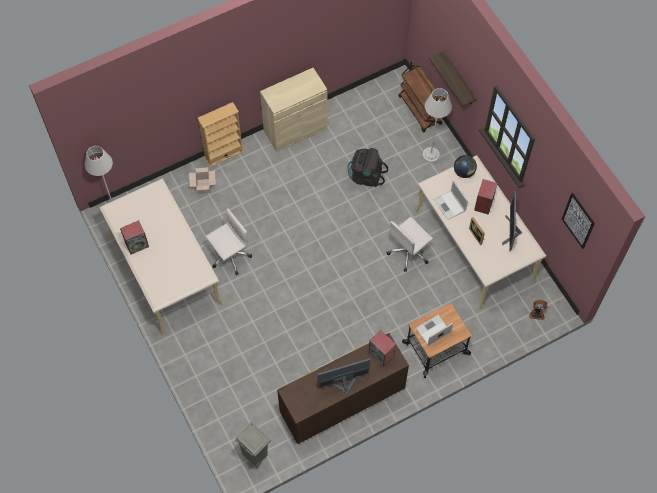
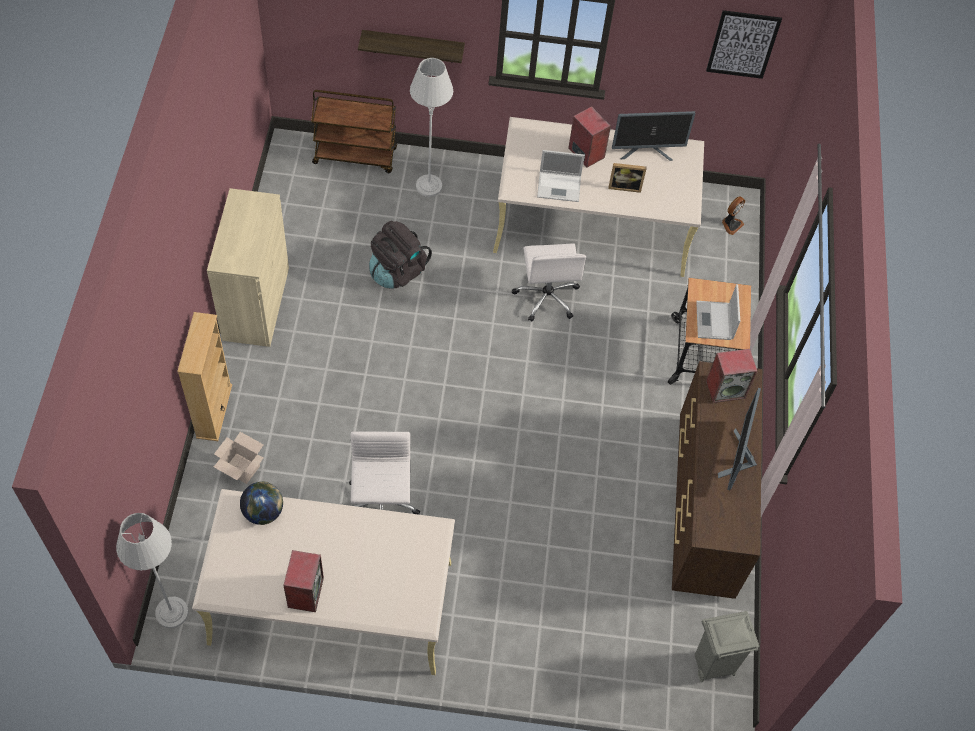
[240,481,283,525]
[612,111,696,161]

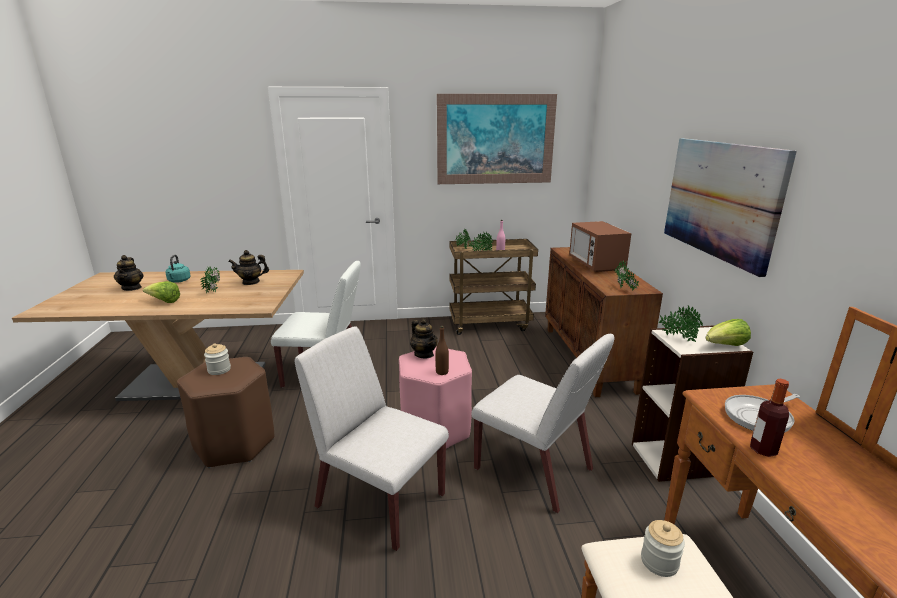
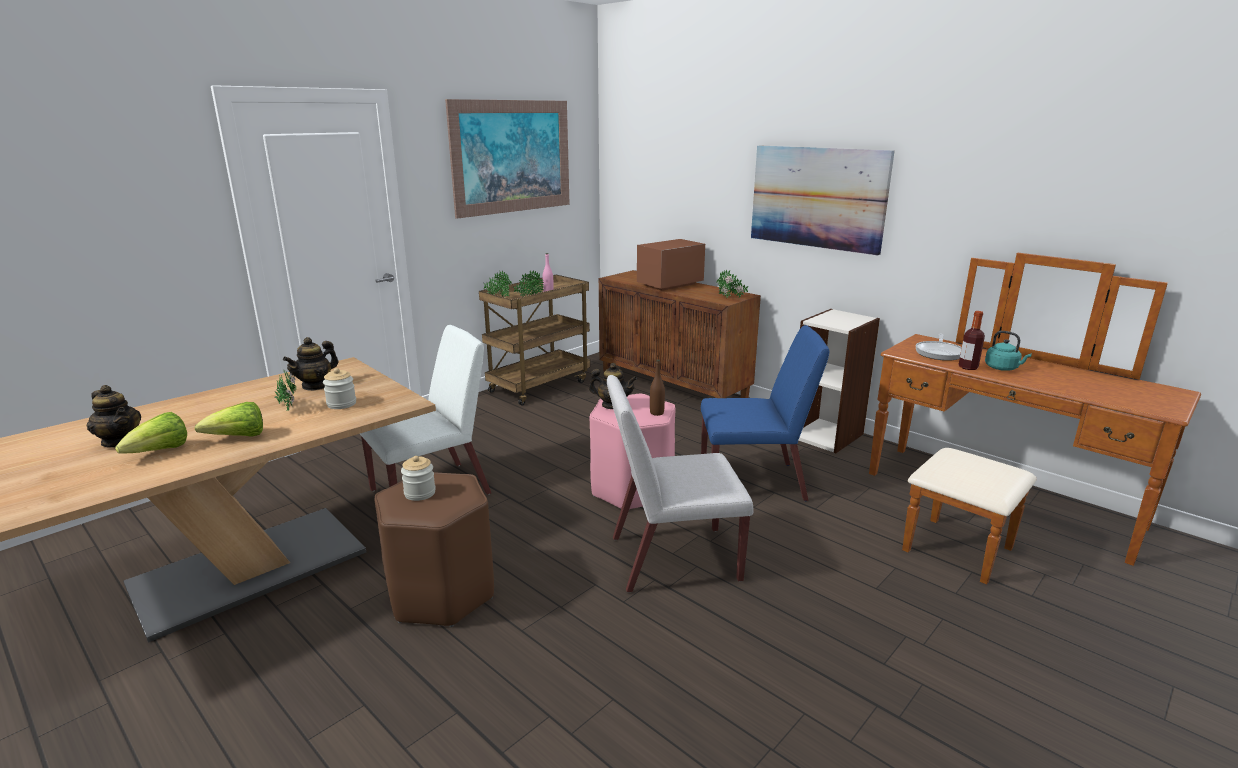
[115,412,187,454]
[323,368,356,409]
[637,239,705,291]
[701,325,829,501]
[985,331,1032,371]
[659,306,703,342] (first image)

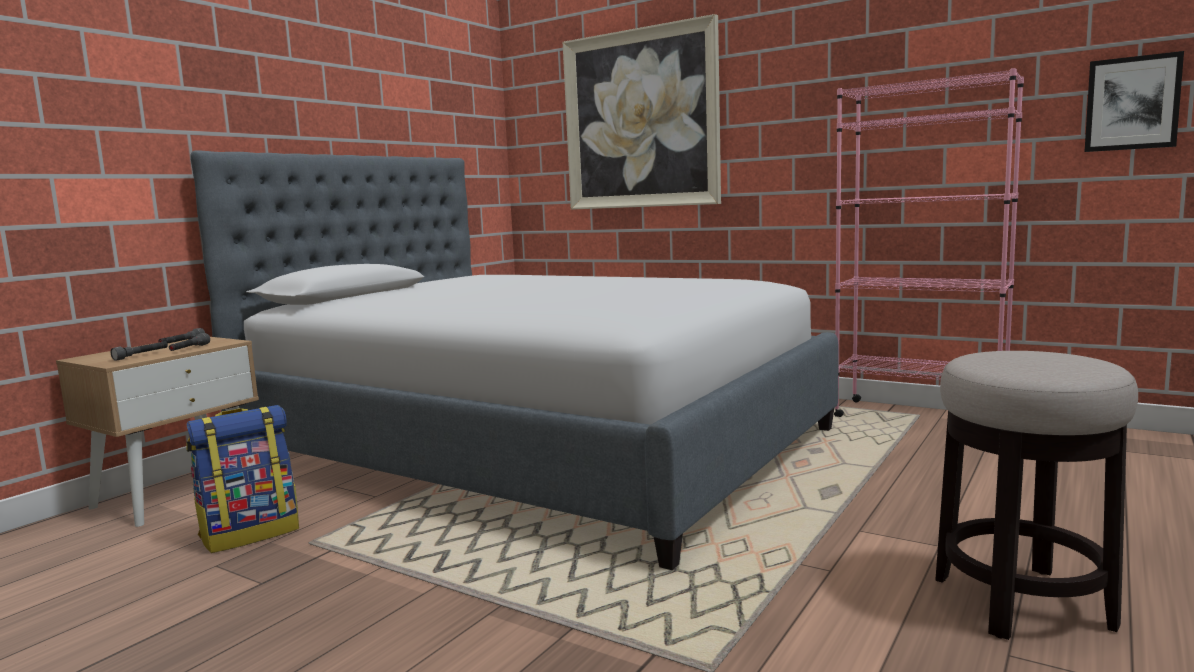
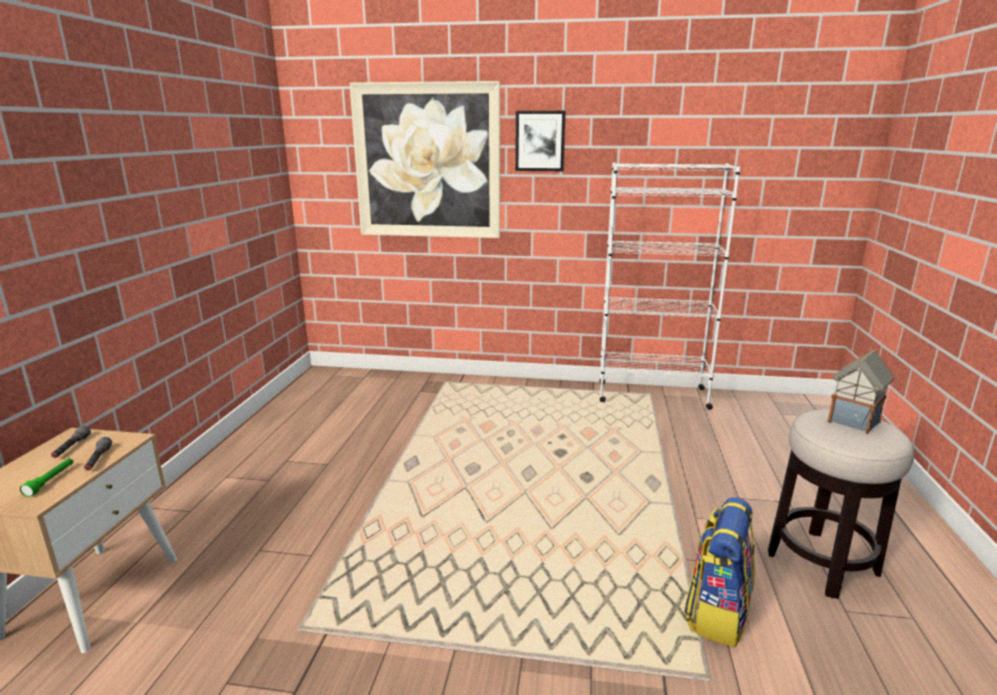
[20,458,73,497]
[515,111,566,171]
[599,162,741,410]
[684,497,755,647]
[827,348,894,434]
[190,150,839,570] (first image)

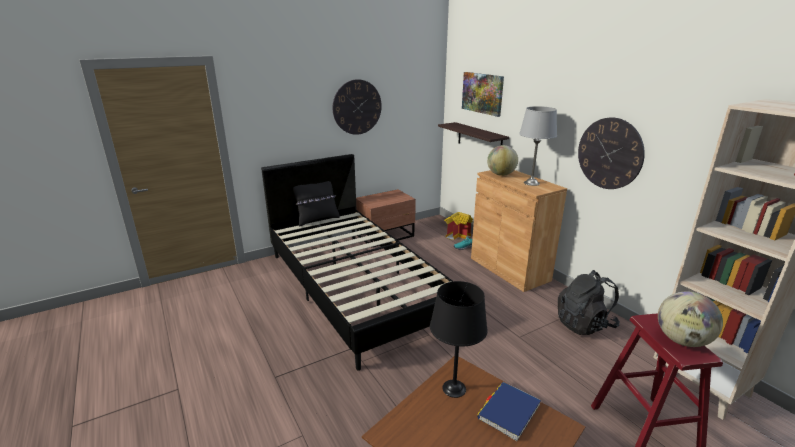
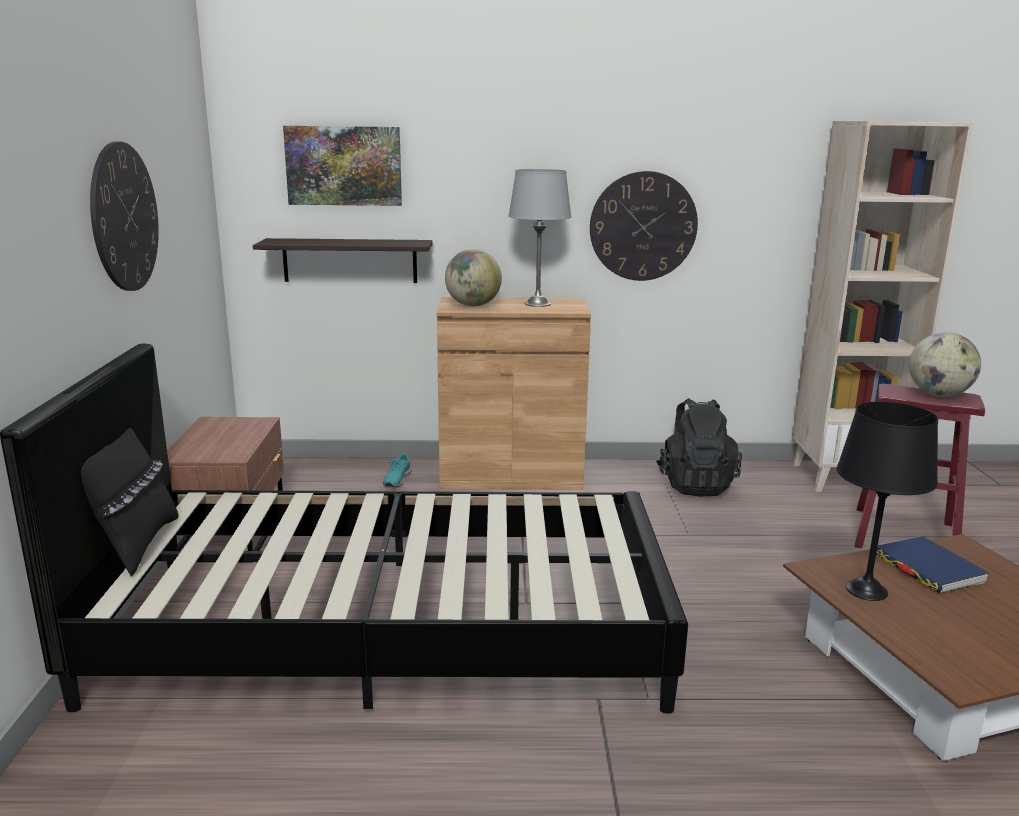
[444,212,473,240] (first image)

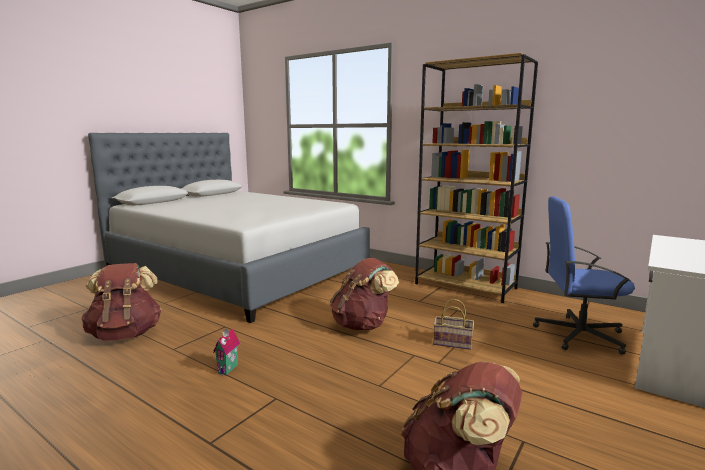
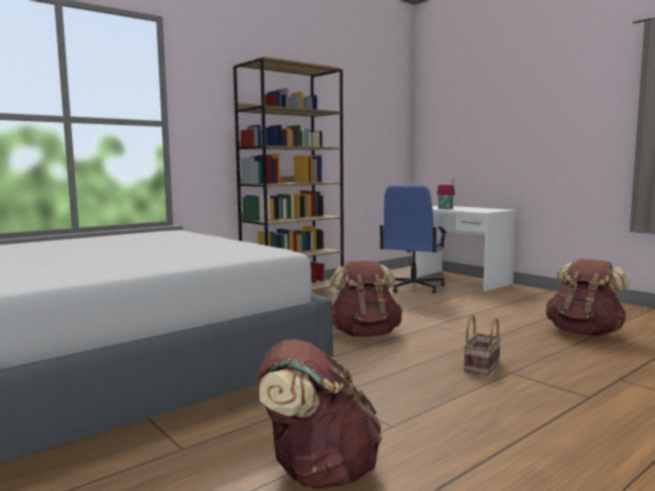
[437,179,455,209]
[464,315,501,376]

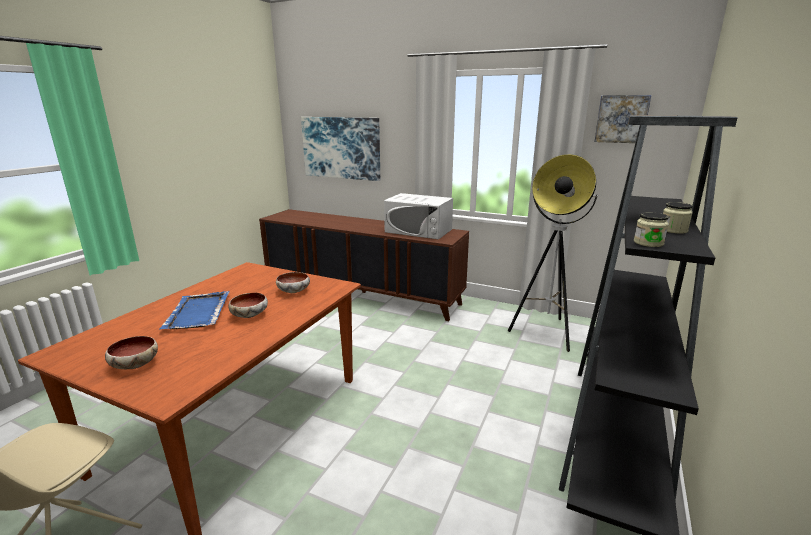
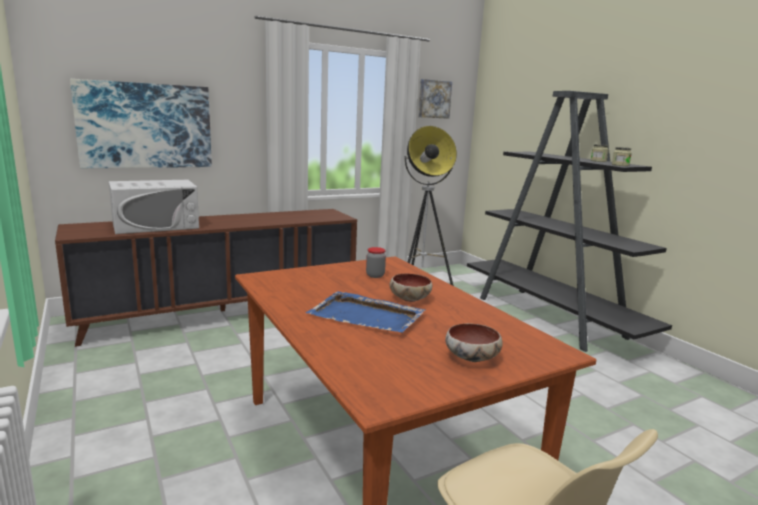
[109,180,199,234]
[366,247,386,278]

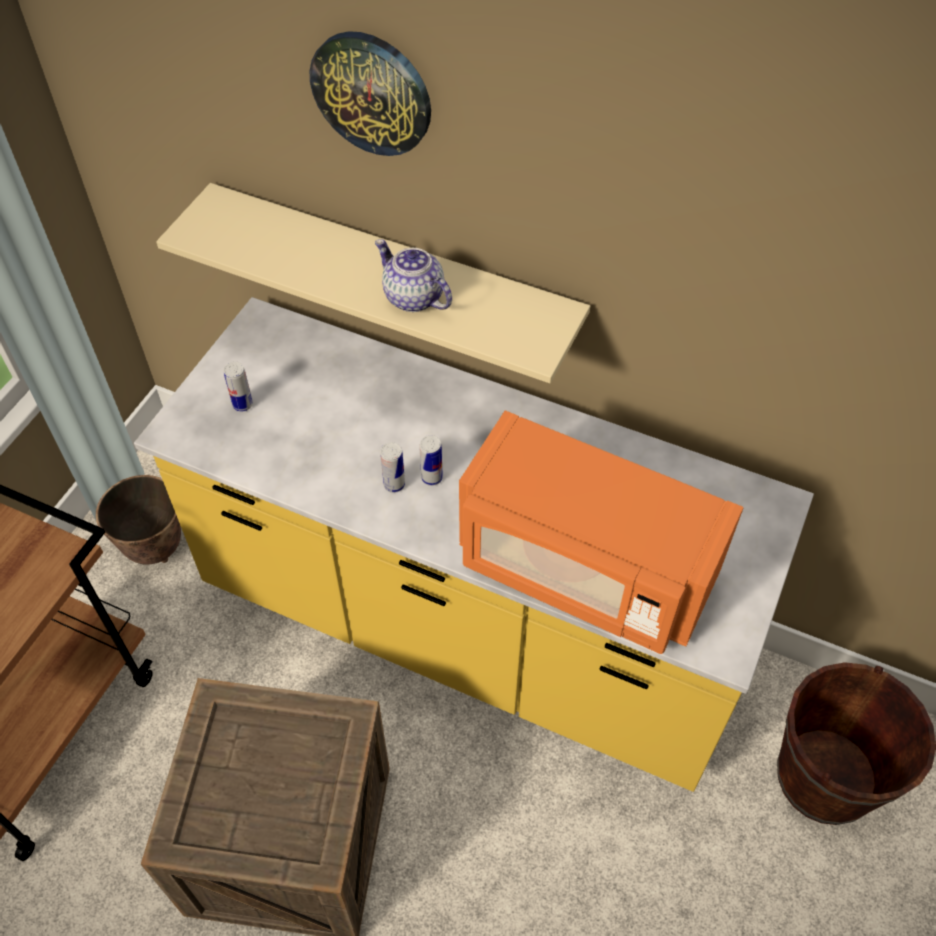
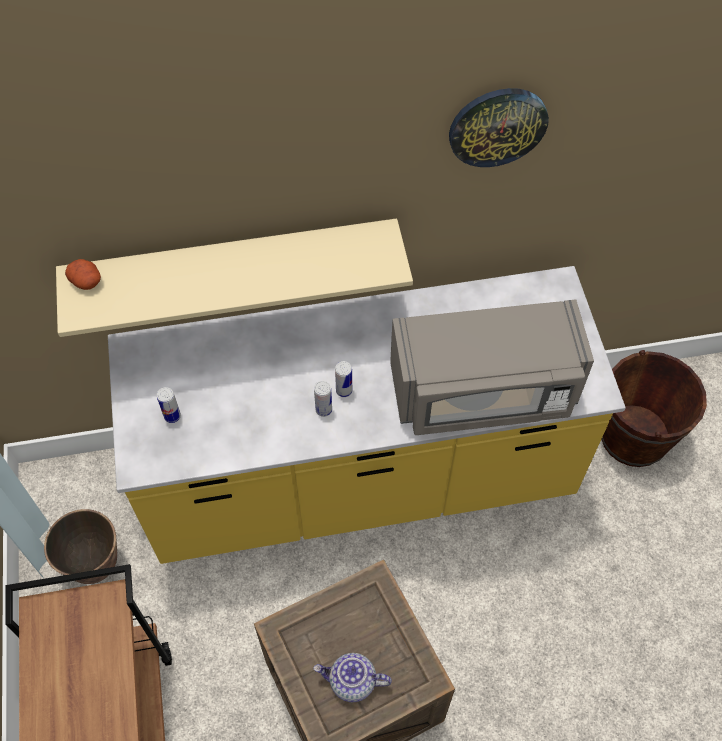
[65,259,101,290]
[313,653,392,702]
[390,299,594,435]
[449,88,549,167]

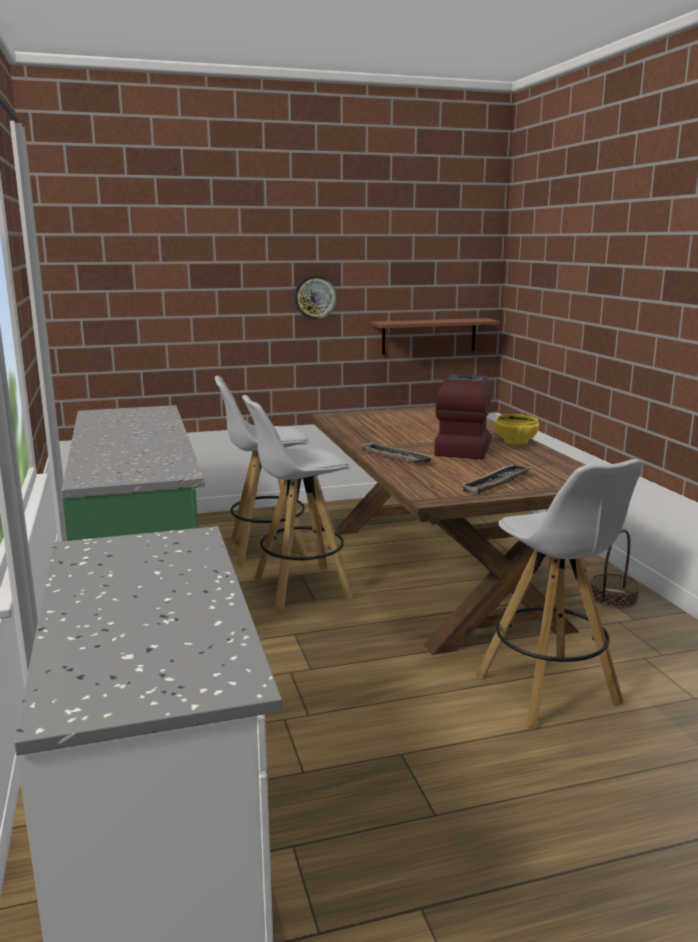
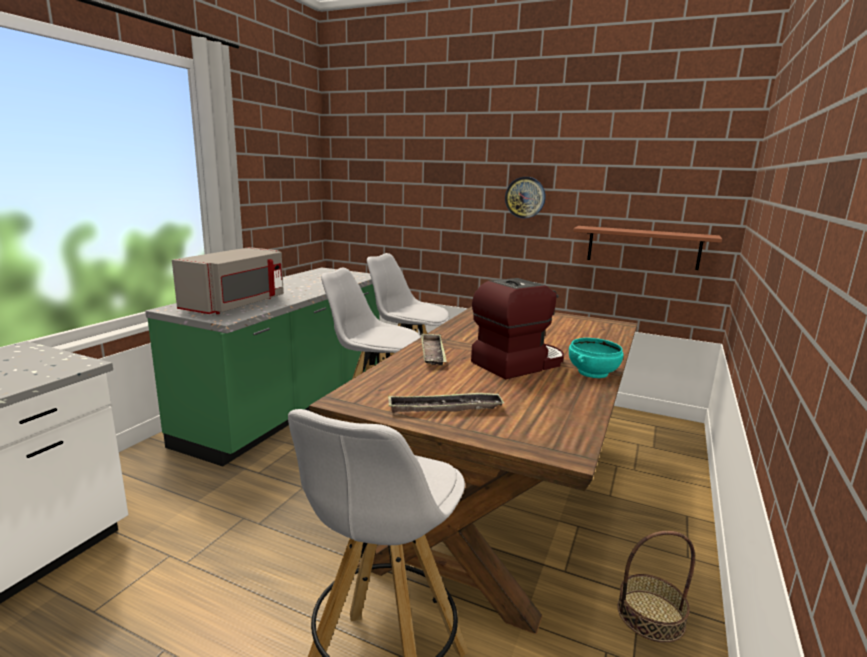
[172,247,284,314]
[569,338,623,378]

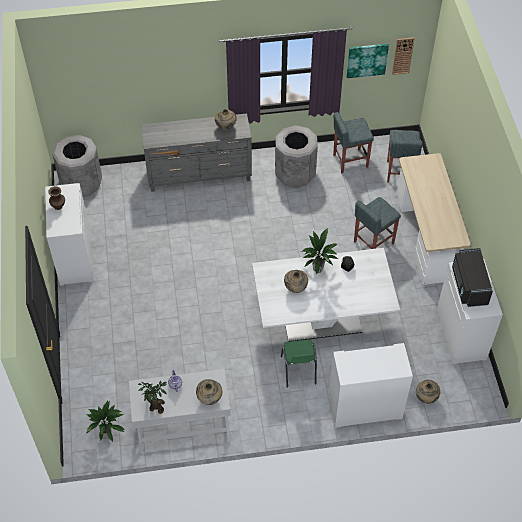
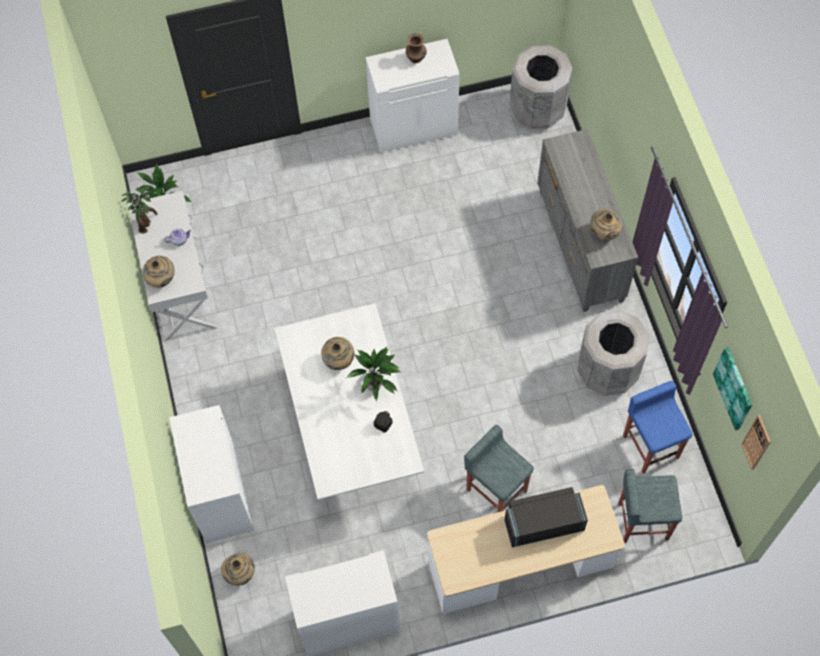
[504,487,588,548]
[623,381,693,474]
[281,340,317,388] (first image)

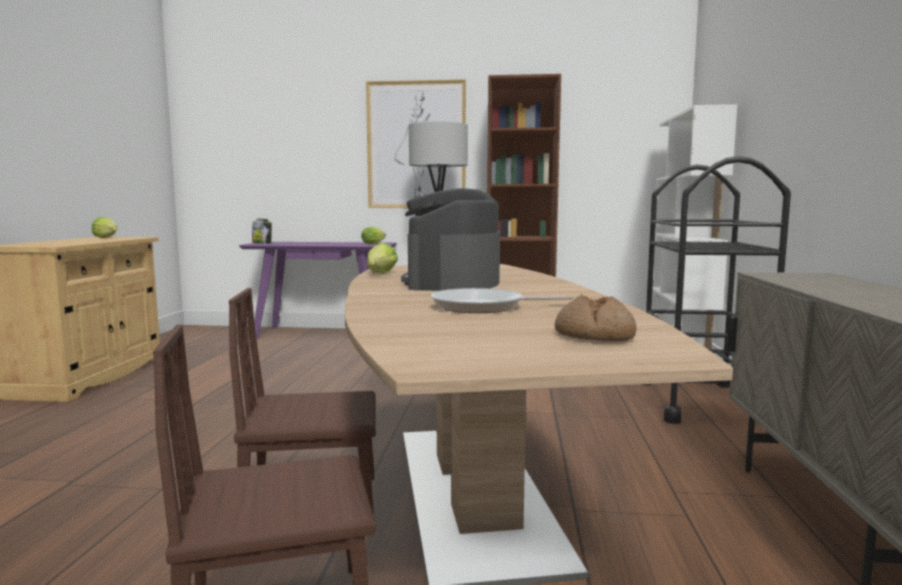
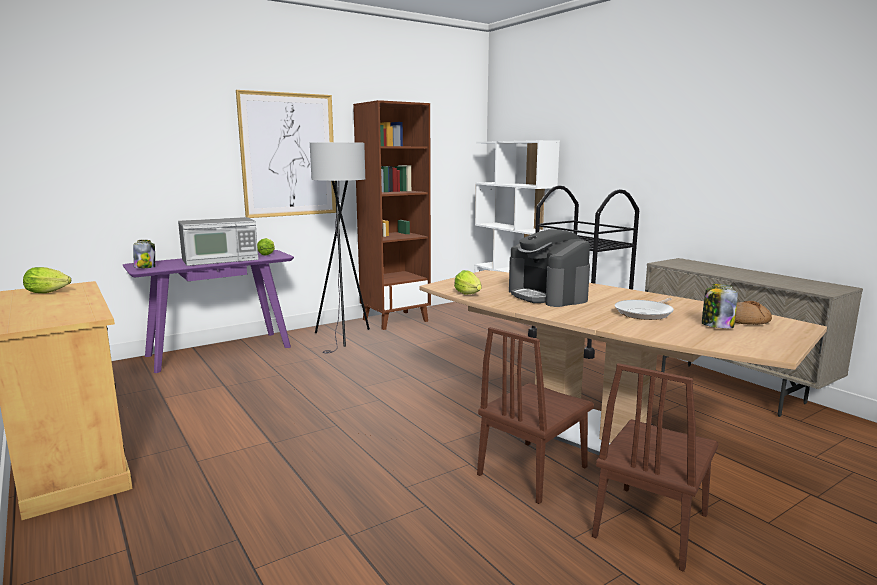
[178,217,258,266]
[702,284,738,329]

